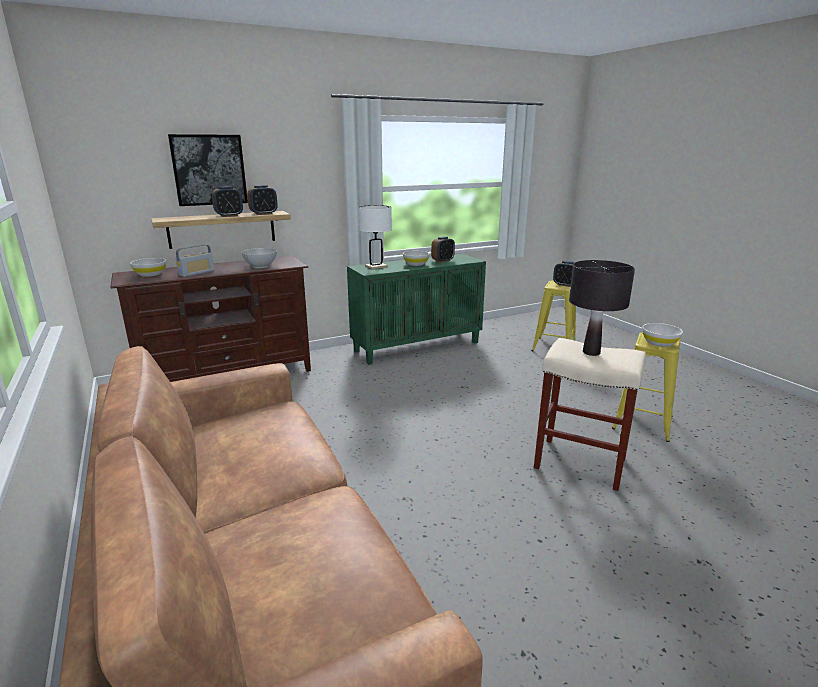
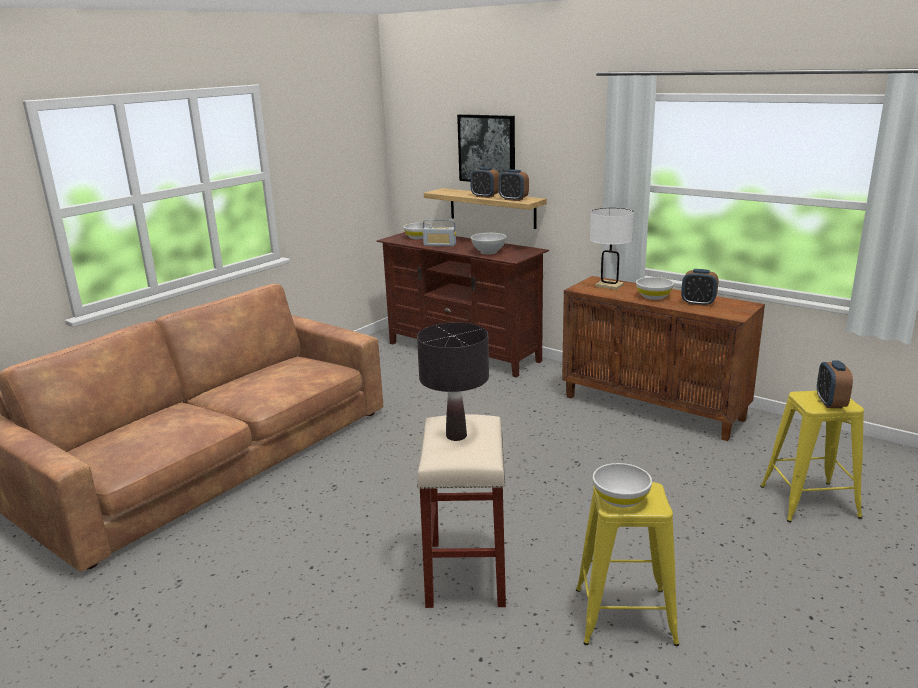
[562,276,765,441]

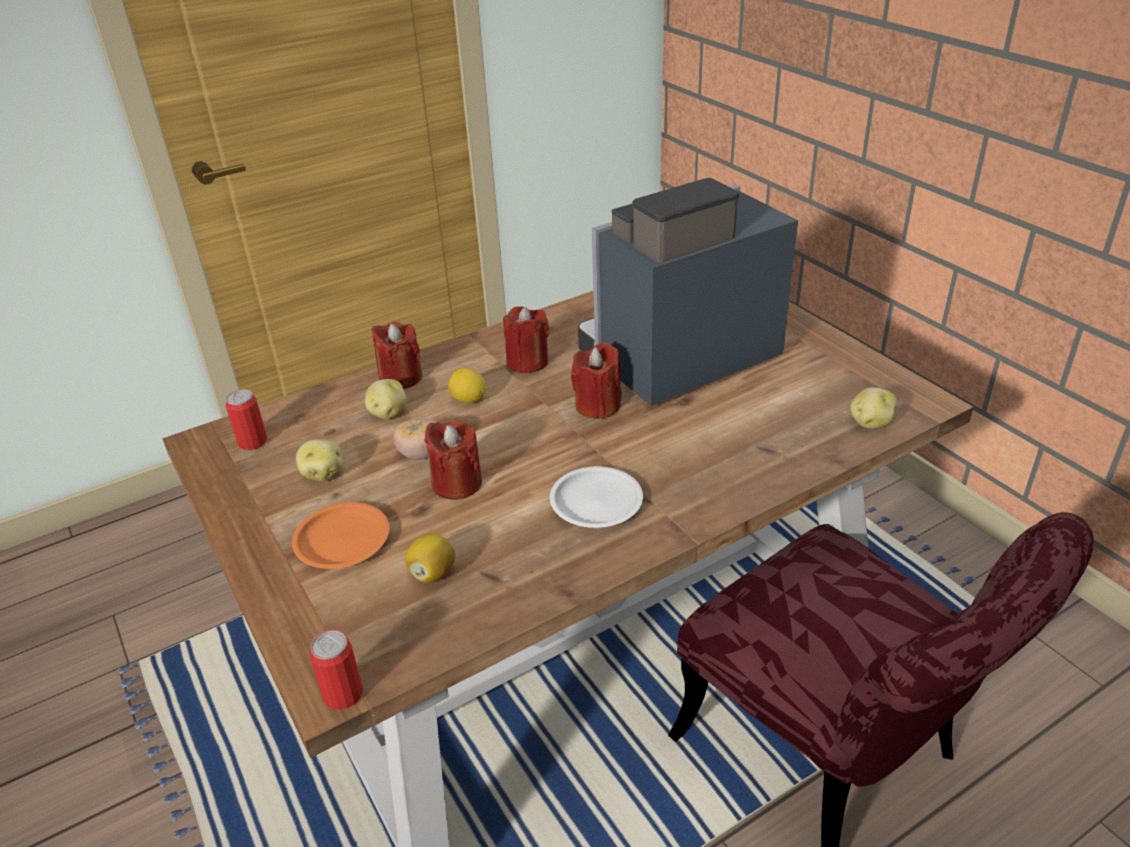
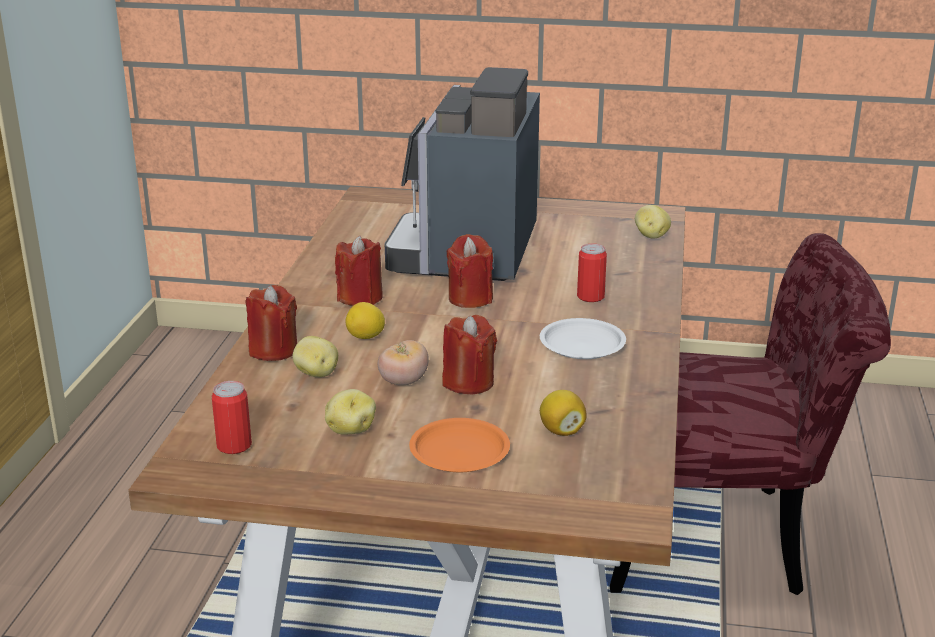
[577,243,607,302]

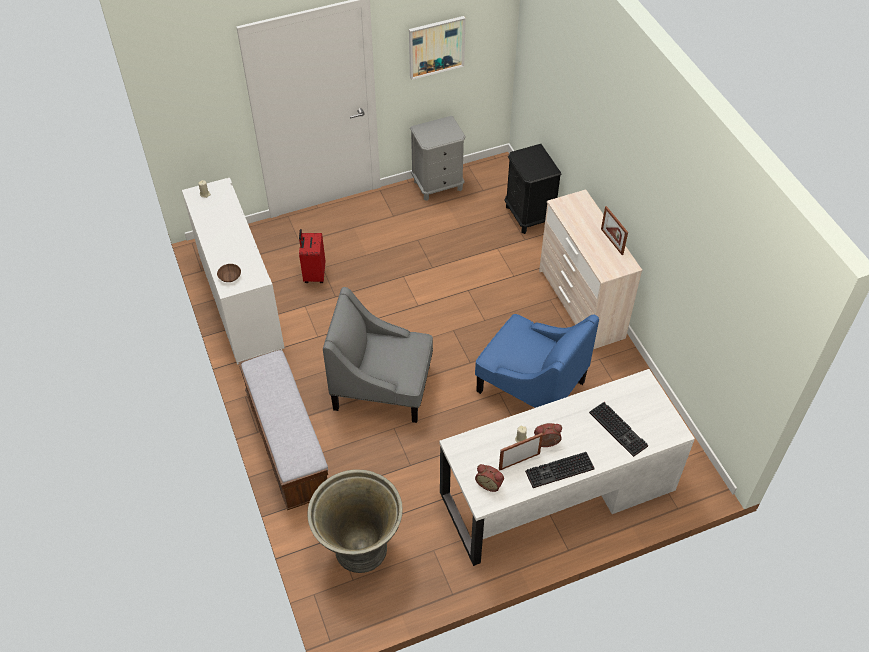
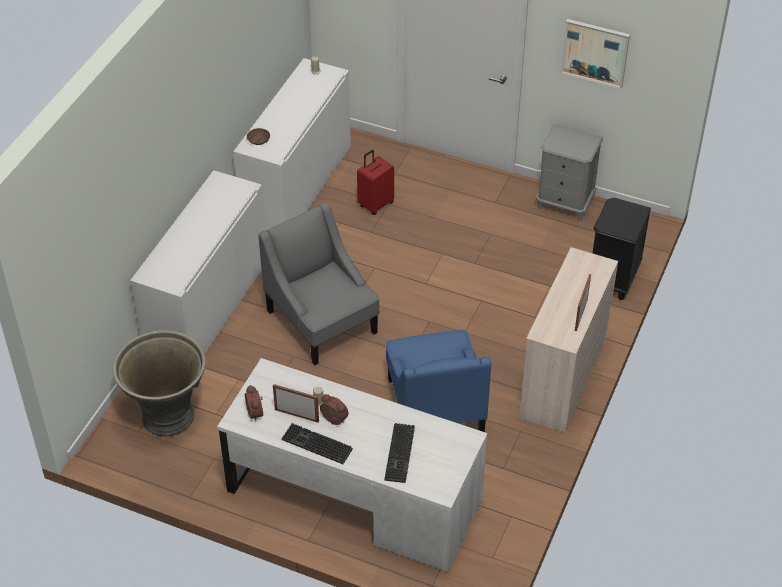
[130,170,266,354]

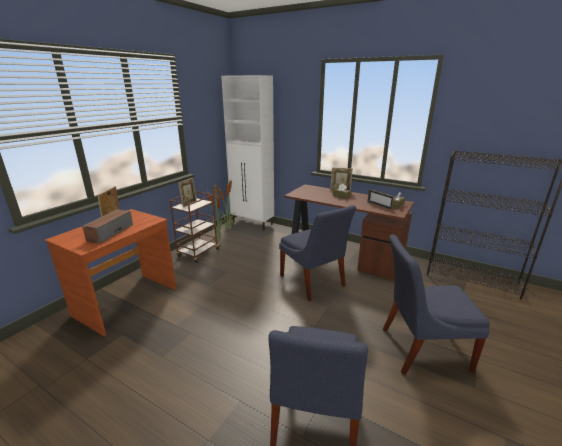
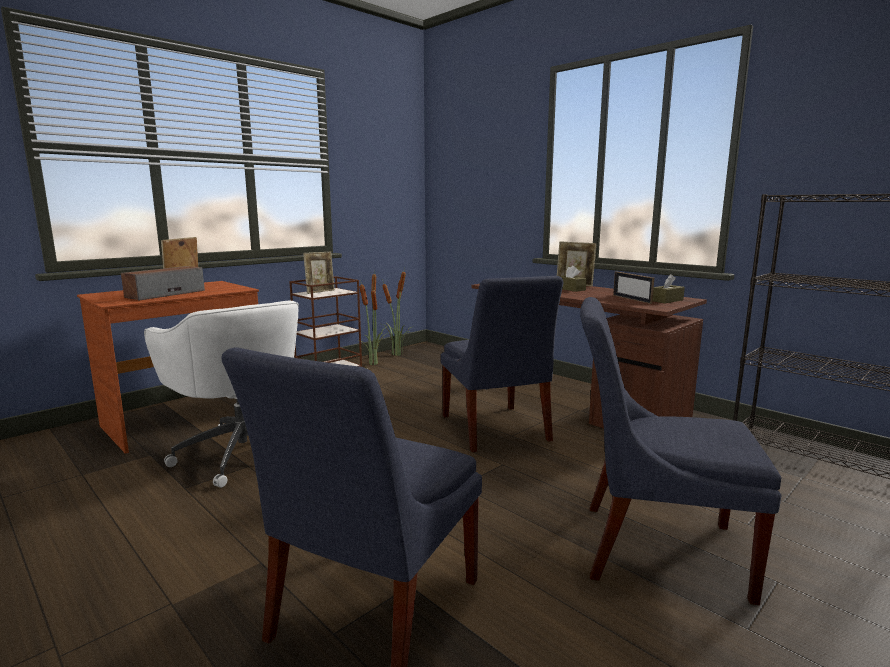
[144,300,299,488]
[221,75,274,230] (first image)

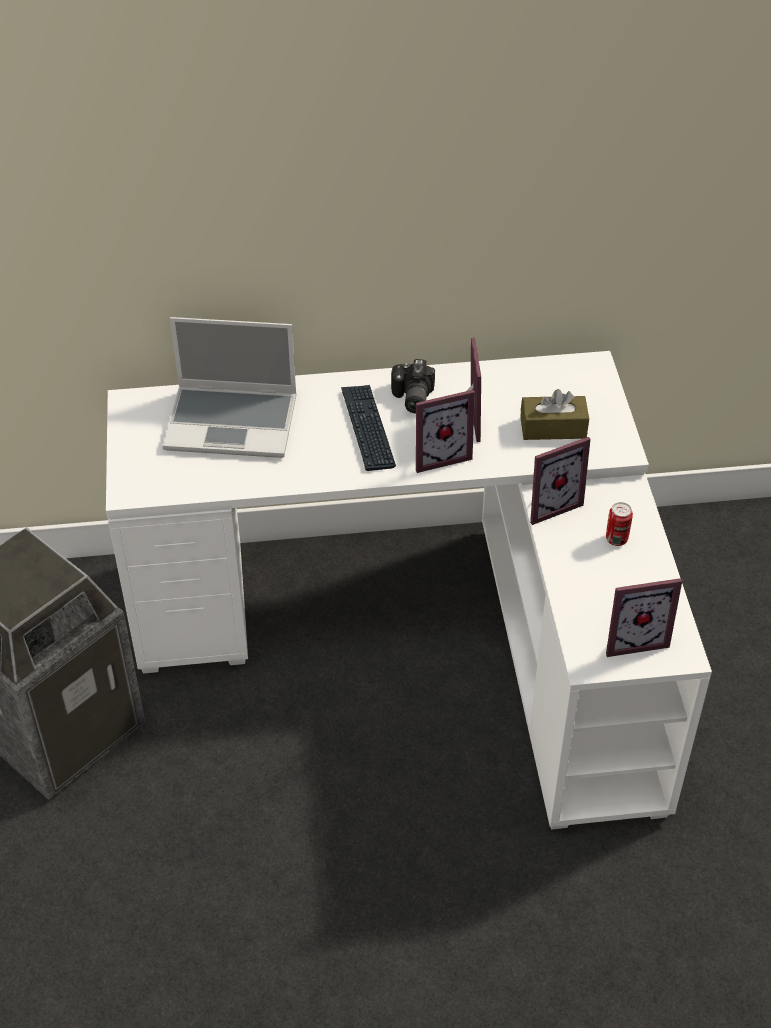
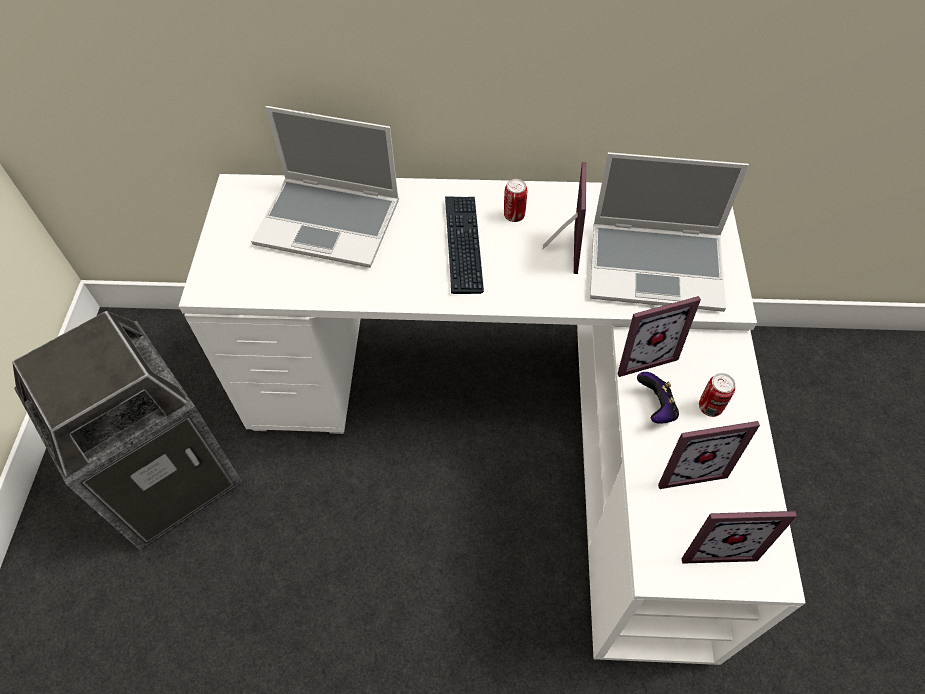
[504,179,527,222]
[590,152,749,312]
[637,372,679,424]
[658,421,760,489]

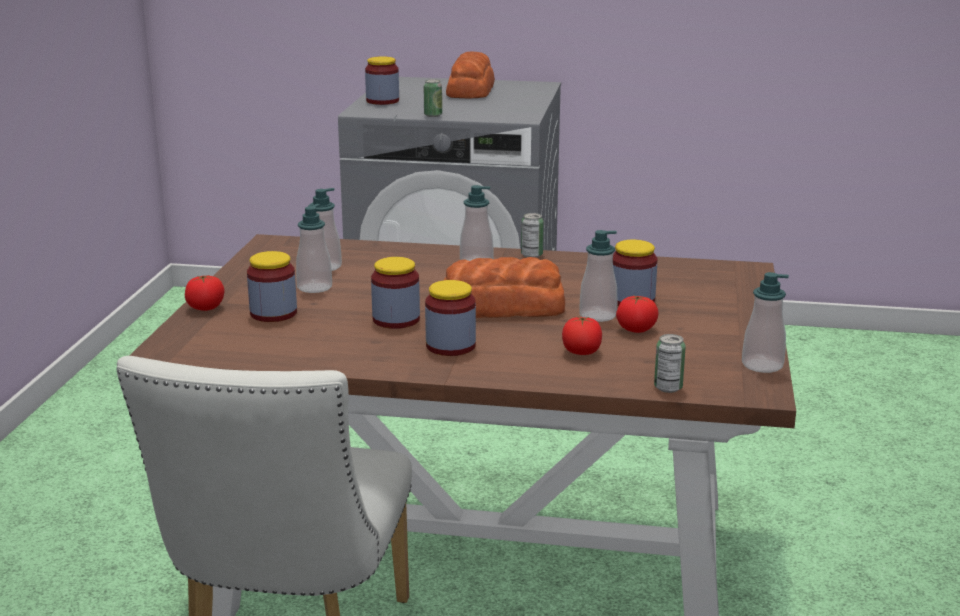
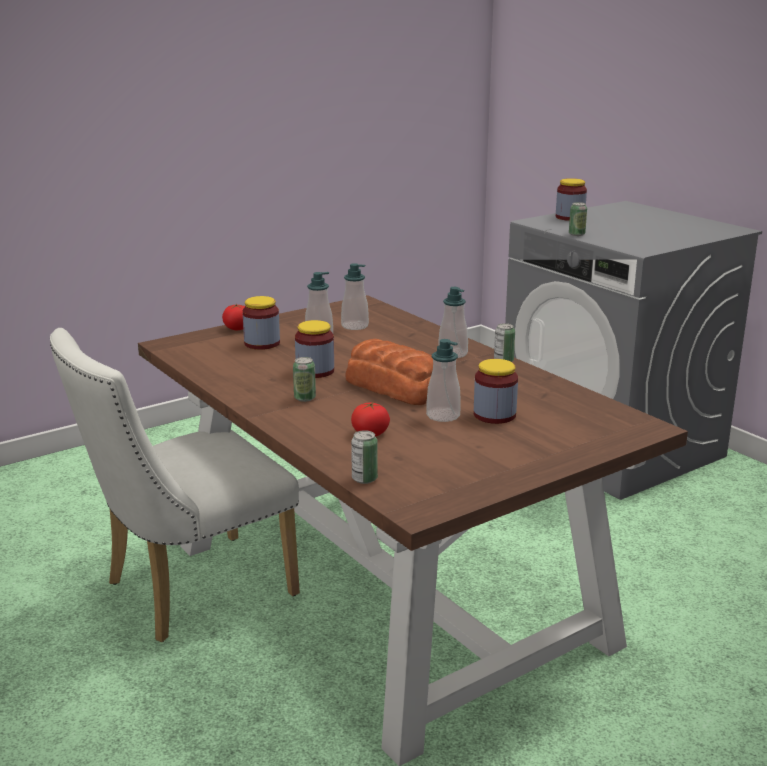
[293,357,316,402]
[446,51,495,98] (first image)
[616,295,659,333] (first image)
[742,272,789,373] (first image)

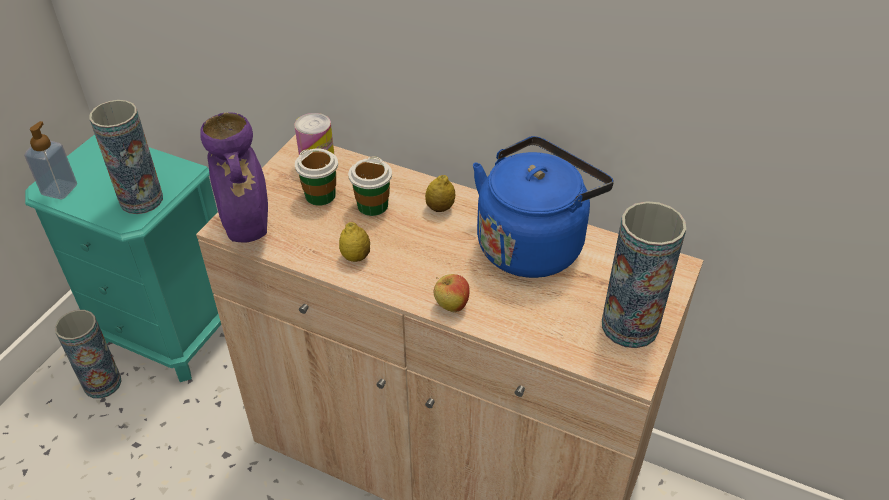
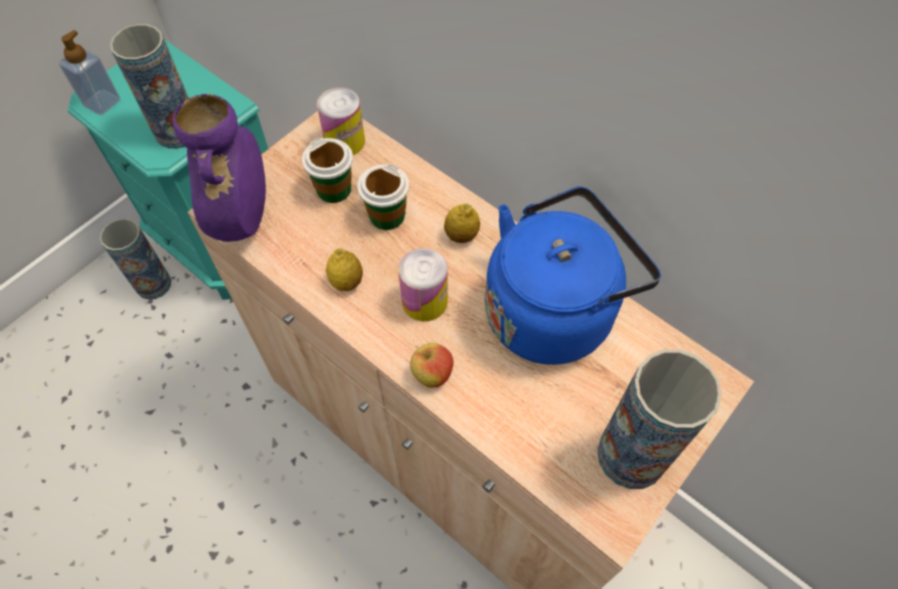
[398,248,448,321]

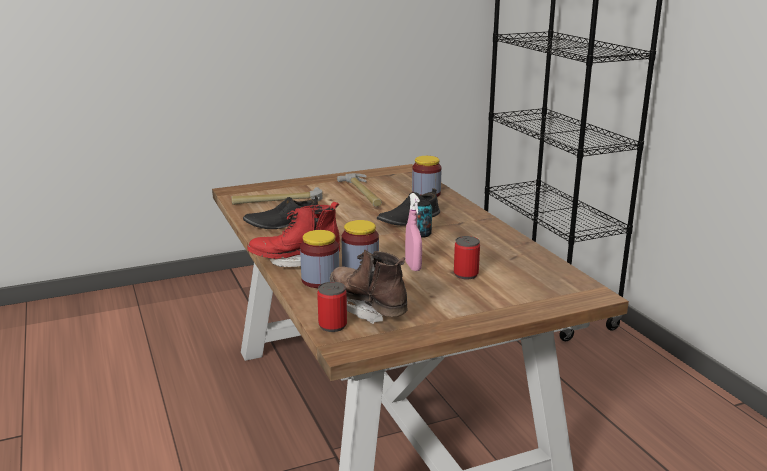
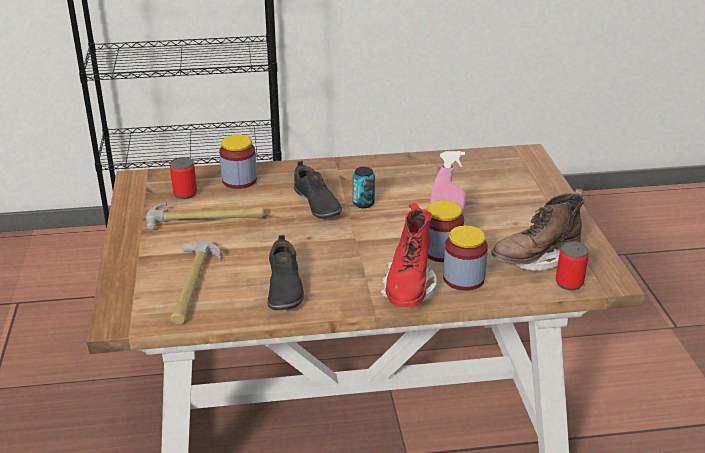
[170,157,197,199]

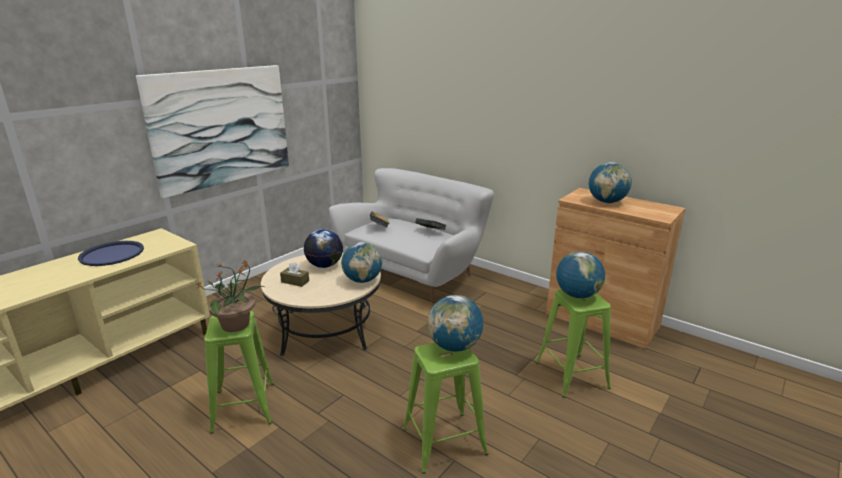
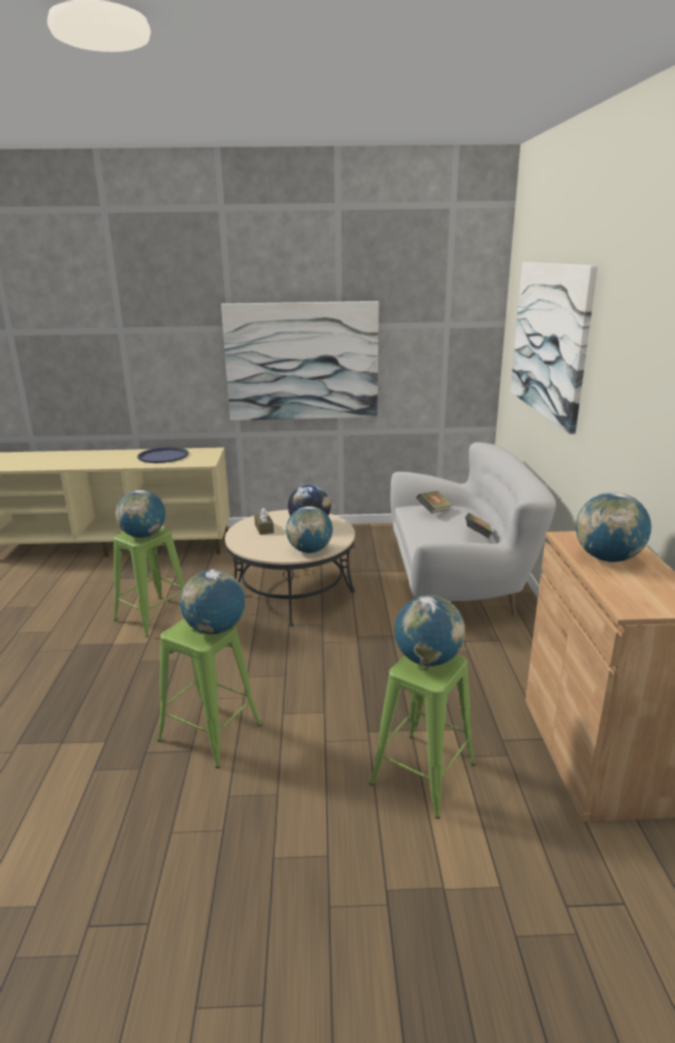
[116,490,165,538]
[510,262,598,434]

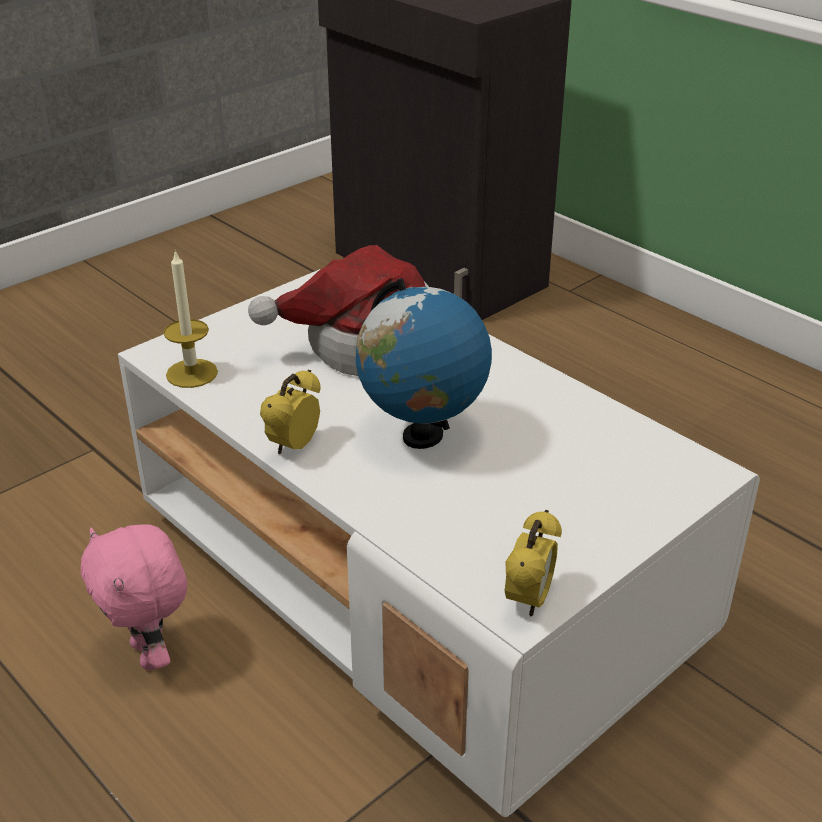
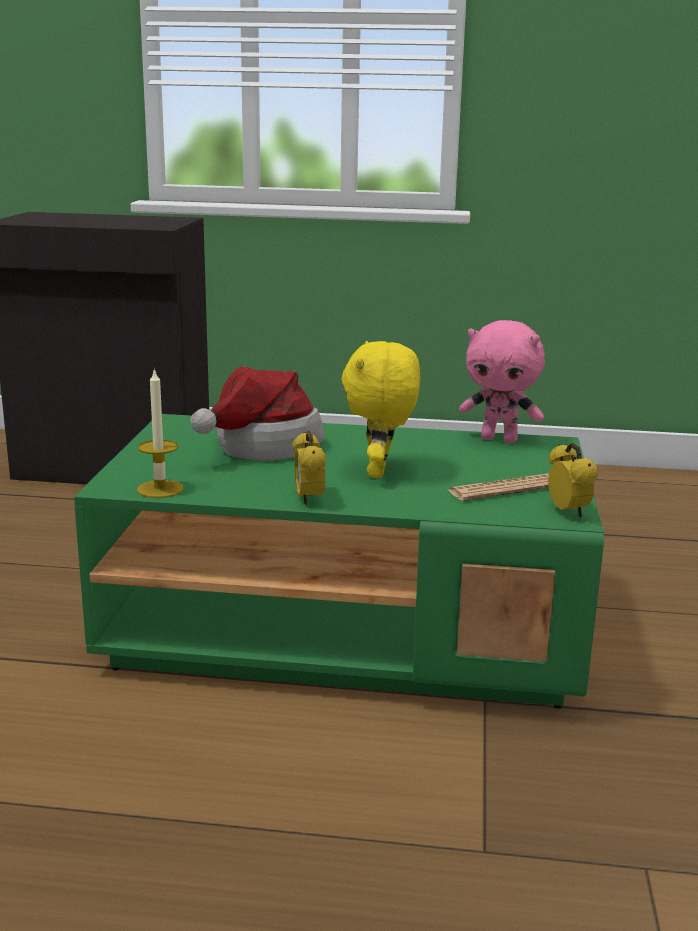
[74,414,604,709]
[341,341,420,478]
[448,473,549,501]
[459,320,545,443]

